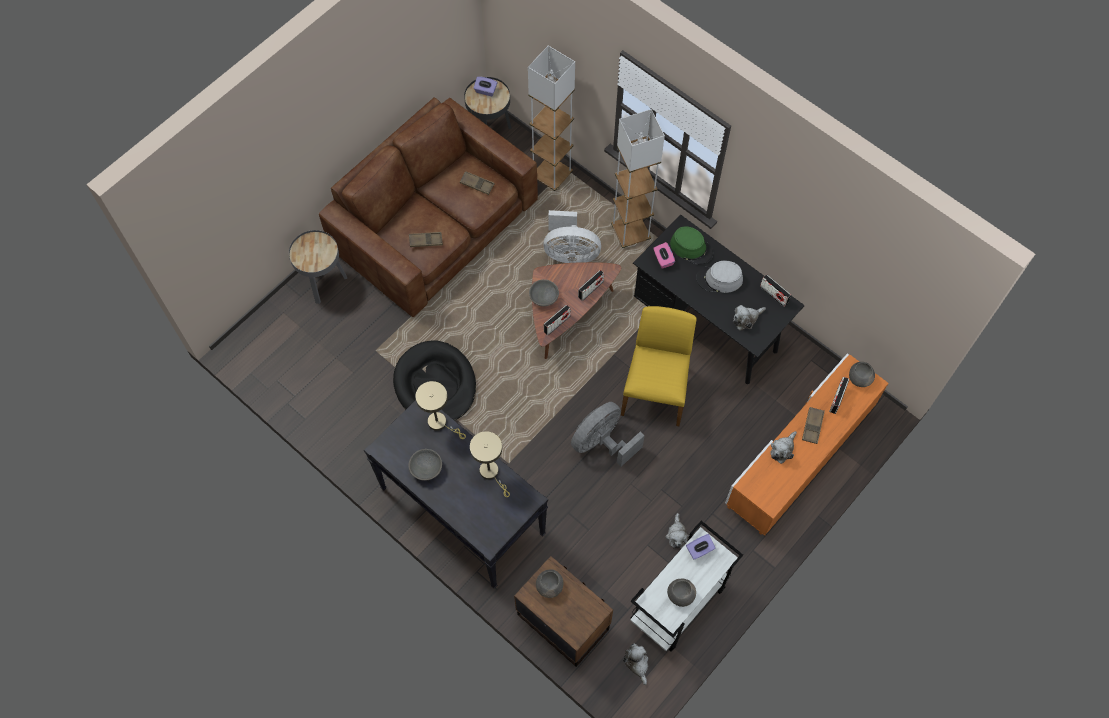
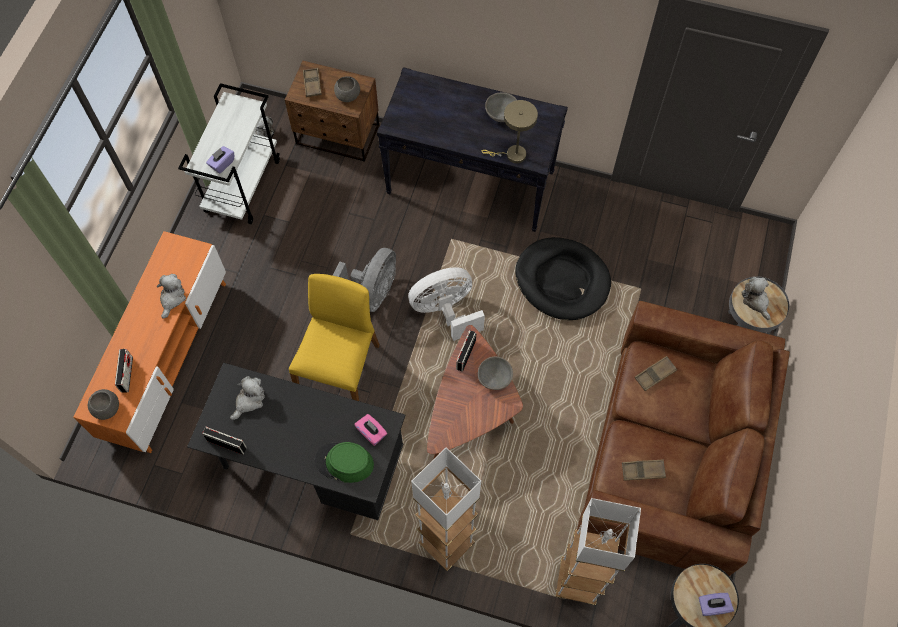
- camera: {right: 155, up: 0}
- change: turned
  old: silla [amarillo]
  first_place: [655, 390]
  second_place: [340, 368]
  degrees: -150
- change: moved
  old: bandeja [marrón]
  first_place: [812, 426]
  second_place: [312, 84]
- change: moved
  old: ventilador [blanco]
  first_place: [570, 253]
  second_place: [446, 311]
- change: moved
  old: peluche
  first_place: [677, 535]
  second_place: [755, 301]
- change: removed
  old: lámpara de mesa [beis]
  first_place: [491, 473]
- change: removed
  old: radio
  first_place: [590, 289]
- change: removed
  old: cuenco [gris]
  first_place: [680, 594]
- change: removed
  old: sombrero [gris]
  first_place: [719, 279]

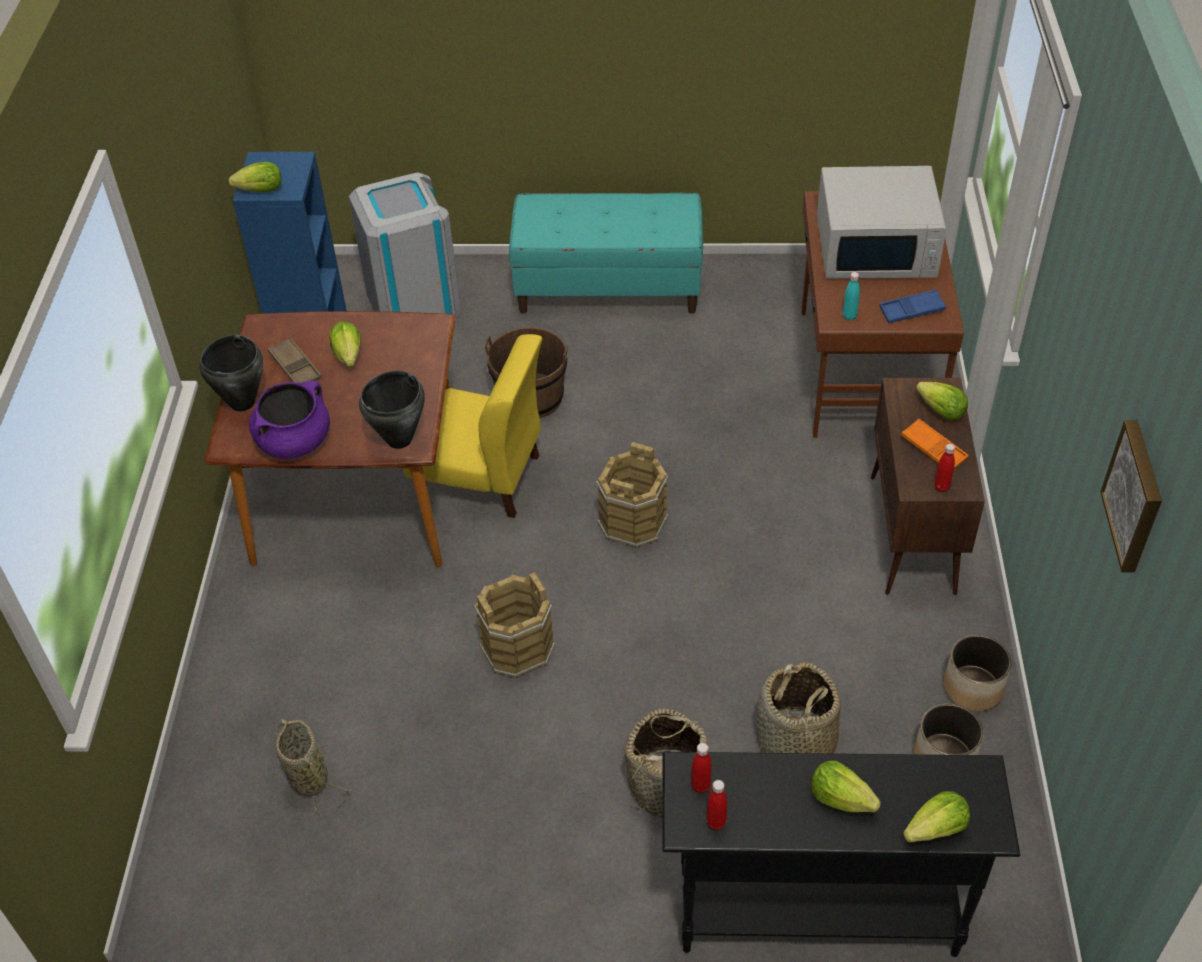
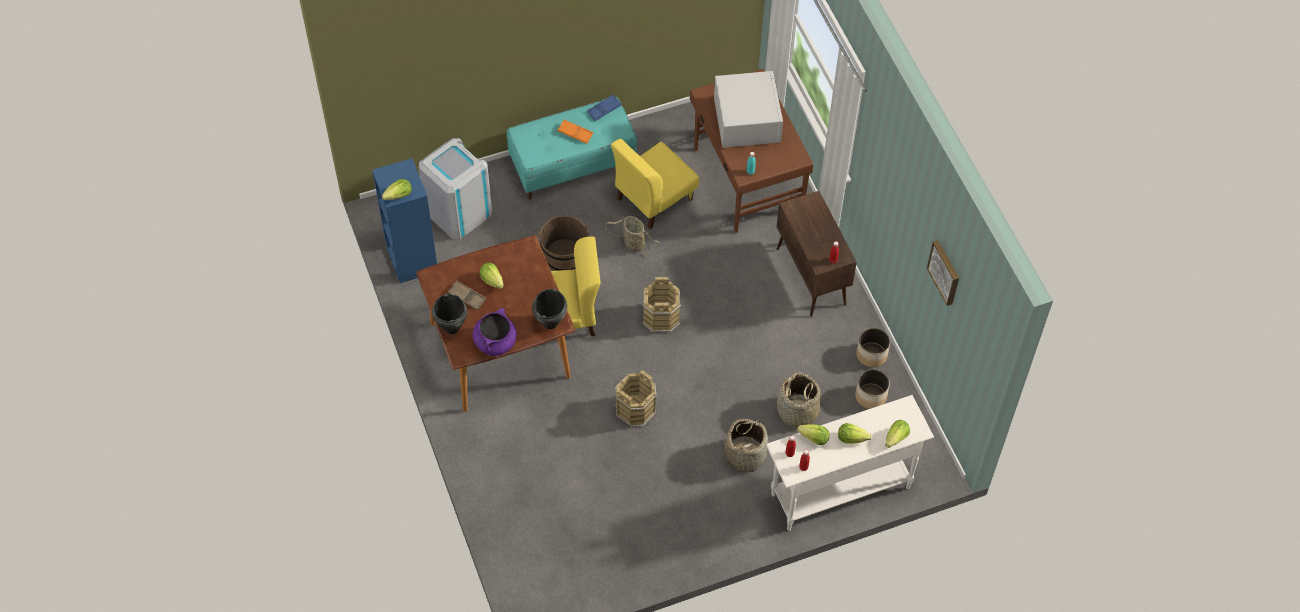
- camera: {right: -25, up: 10}
- change: moved
  old: bandeja [naranja]
  first_place: [933, 449]
  second_place: [575, 133]
- change: moved
  old: bandeja [azul]
  first_place: [911, 310]
  second_place: [604, 109]
- change: moved
  old: cesta
  first_place: [308, 776]
  second_place: [632, 243]
- change: added
  new: silla [amarillo]
  second_place: [653, 199]
- change: turned
  old: microondas [blanco]
  first_place: [876, 247]
  second_place: [747, 120]
  degrees: -75
- change: recoloured
  old: mesa consola [negro]
  new: mesa consola [blanco]
  first_place: [815, 911]
  second_place: [839, 491]
- change: moved
  old: lechuga
  first_place: [941, 411]
  second_place: [814, 439]

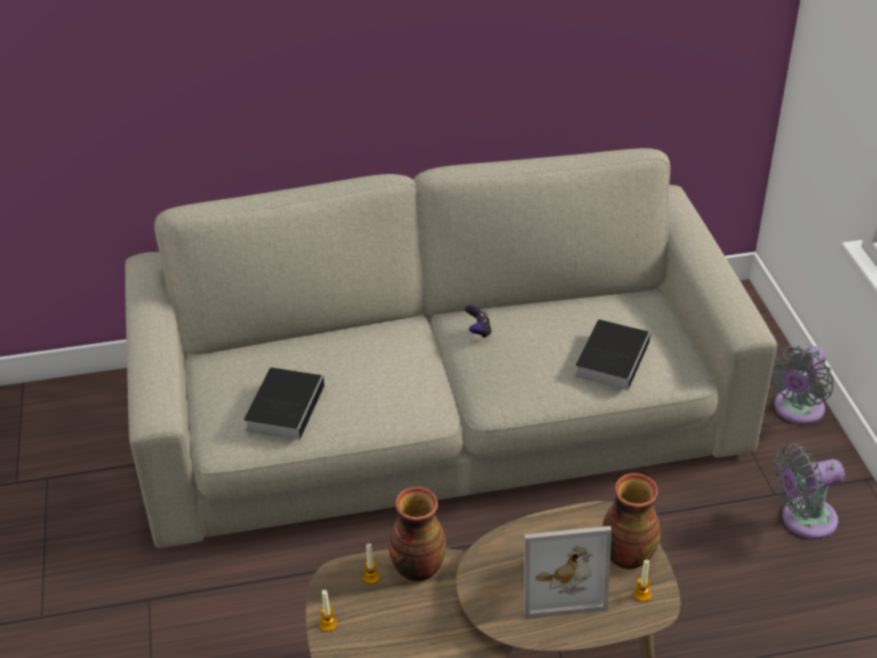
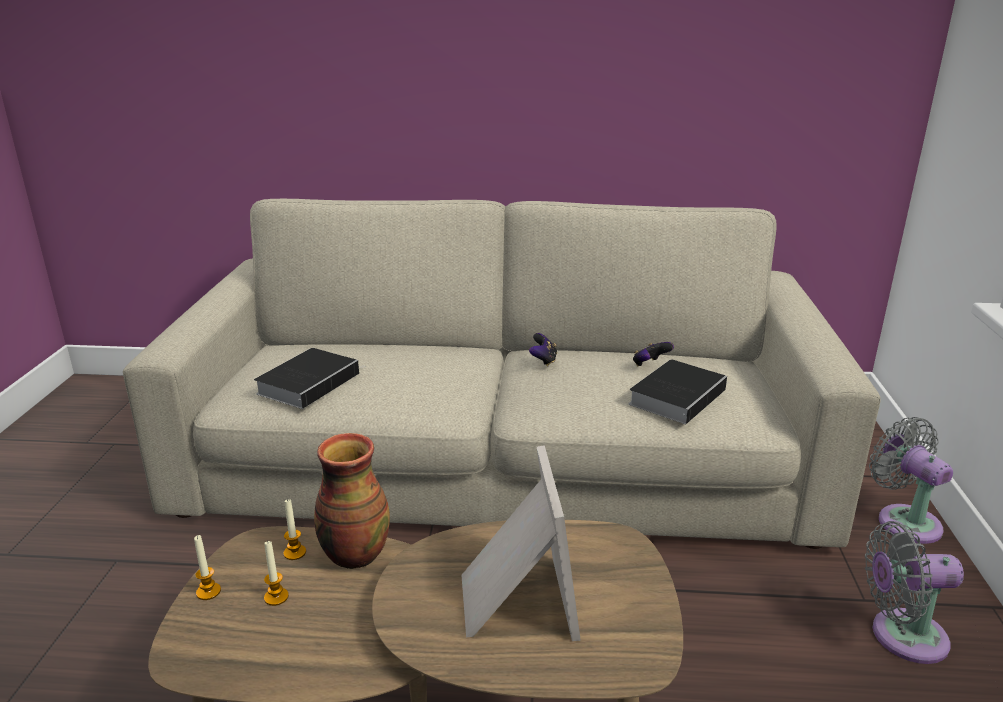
- camera: {right: 15, up: -15}
- change: moved
  old: vela
  first_place: [642, 594]
  second_place: [276, 597]
- change: turned
  old: portarretratos
  first_place: [559, 582]
  second_place: [514, 601]
  degrees: -105
- change: added
  new: mando de consola
  second_place: [650, 365]
- change: turned
  old: ventilador [gris]
  first_place: [796, 410]
  second_place: [904, 520]
  degrees: 105
- change: removed
  old: florero
  first_place: [626, 555]

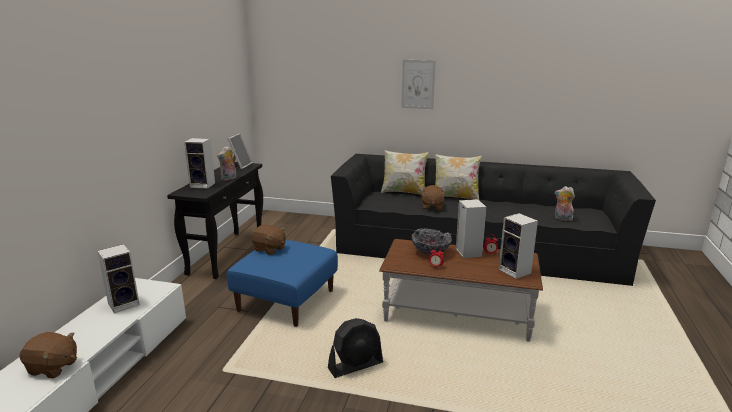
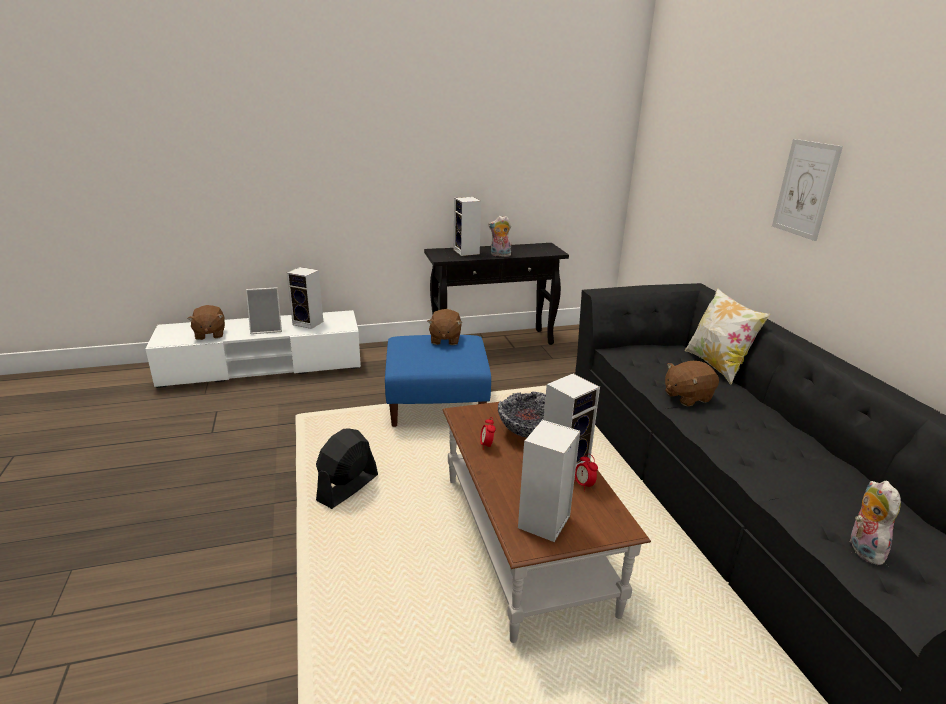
- camera: {right: 60, up: 5}
- change: moved
  old: portarretratos
  first_place: [240, 165]
  second_place: [267, 329]
- change: turned
  old: ventilador [negro]
  first_place: [355, 366]
  second_place: [347, 488]
  degrees: 90
- change: removed
  old: cojín
  first_place: [455, 197]

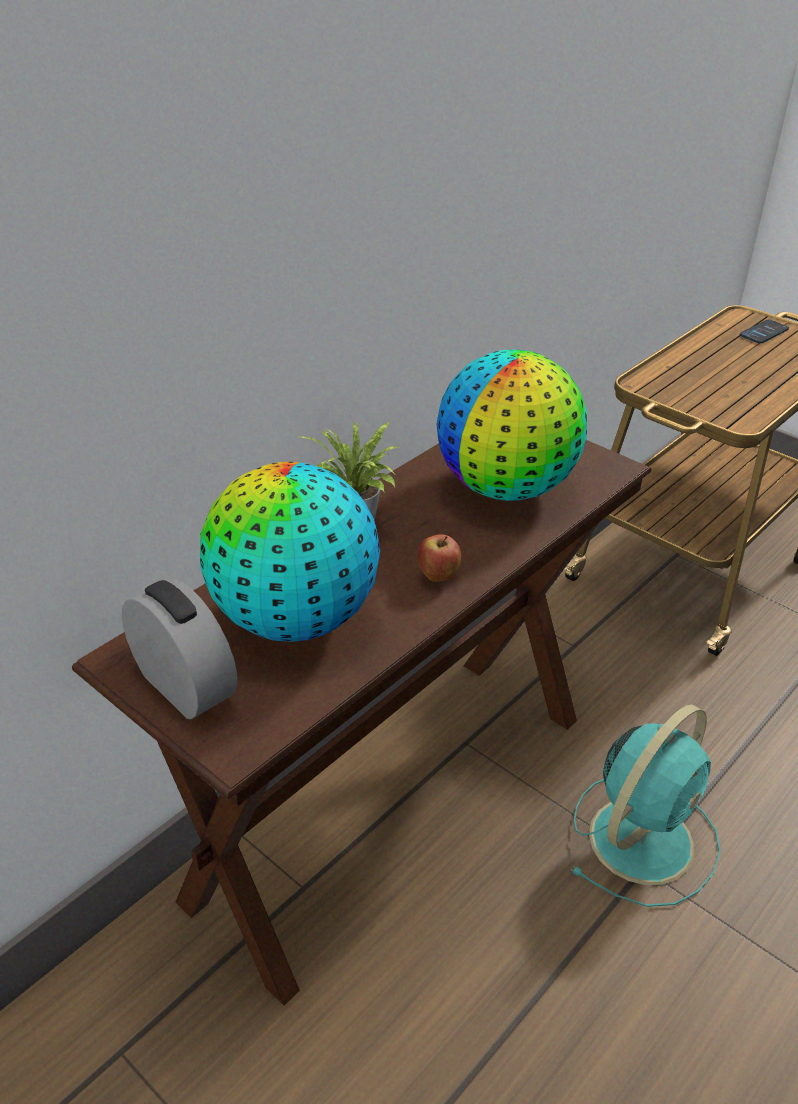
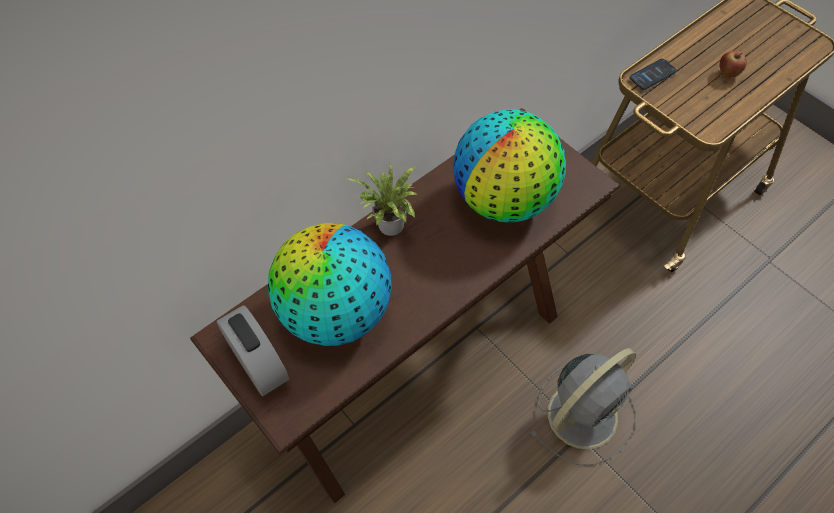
- camera: {right: 10, up: 20}
- change: recoloured
  old: ventilador [turquesa]
  new: ventilador [gris]
  first_place: [644, 837]
  second_place: [584, 413]
- change: moved
  old: móvil
  first_place: [764, 332]
  second_place: [652, 75]
- change: moved
  old: manzana
  first_place: [438, 576]
  second_place: [728, 74]

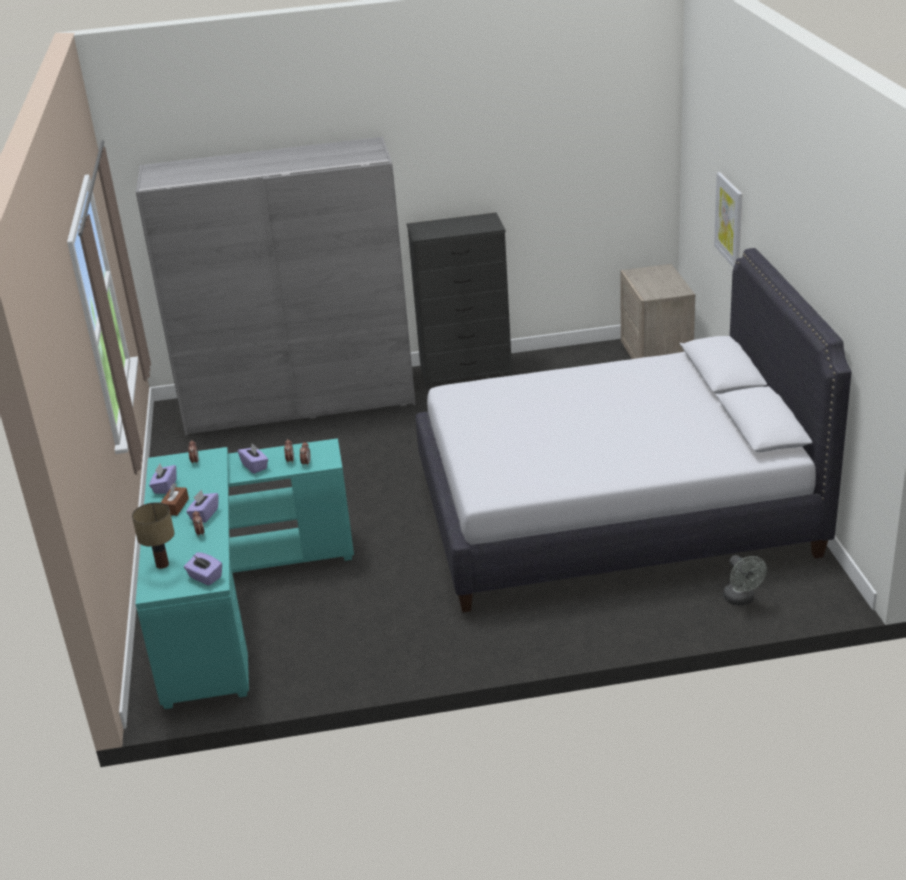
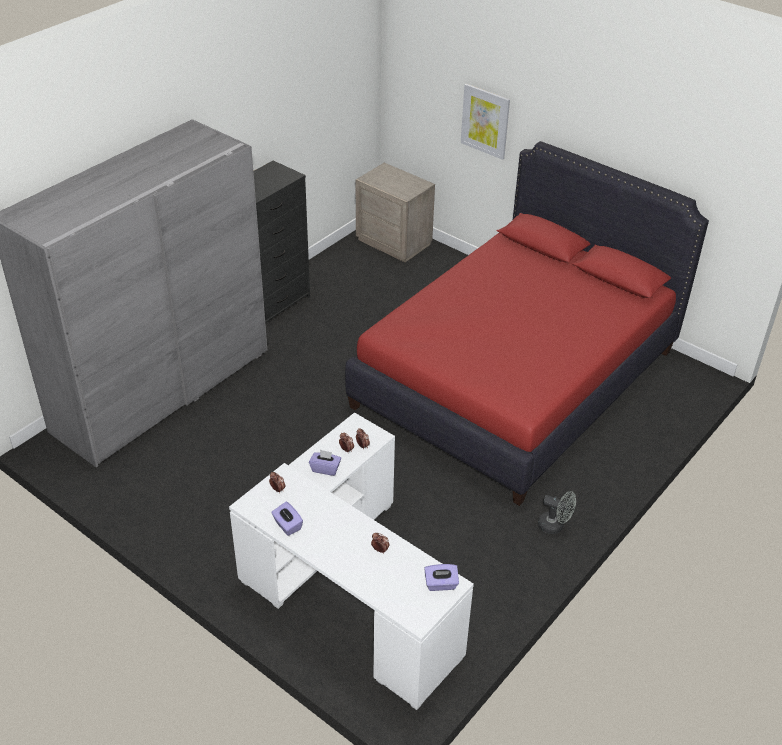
- camera: {right: -45, up: 10}
- change: recoloured
  old: escritorio [turquesa]
  new: escritorio [blanco]
  first_place: [232, 601]
  second_place: [346, 591]
- change: recoloured
  old: cama [blanco]
  new: cama [rojo]
  first_place: [613, 511]
  second_place: [515, 378]
- change: moved
  old: ventilador [gris]
  first_place: [741, 600]
  second_place: [555, 526]
- change: removed
  old: lámpara de mesa
  first_place: [163, 565]
- change: removed
  old: caja de pañuelos [marrón]
  first_place: [175, 506]
- change: removed
  old: caja de pañuelos [morado]
  first_place: [204, 515]

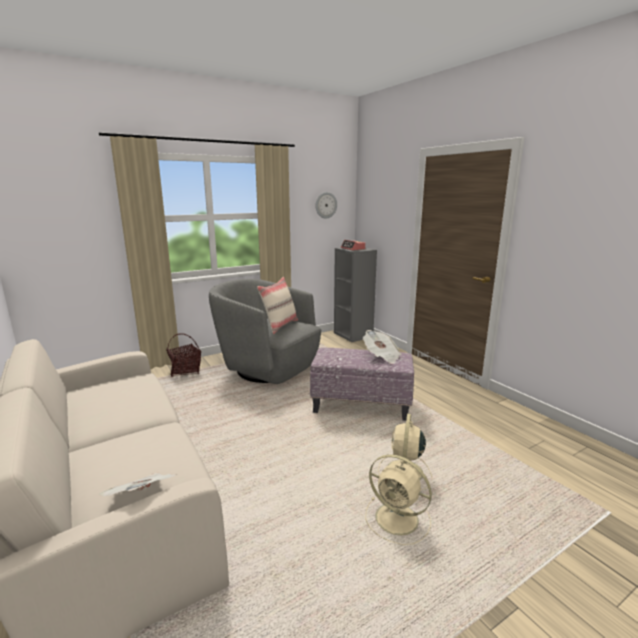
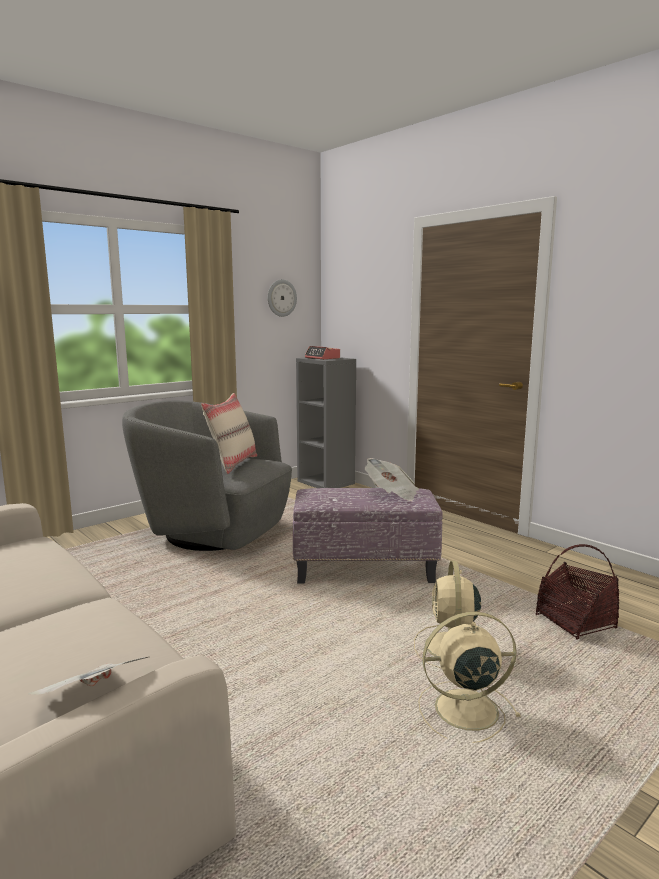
- camera: {right: -10, up: -5}
- change: turned
  old: ventilador [beis]
  first_place: [398, 519]
  second_place: [463, 710]
  degrees: 150
- change: moved
  old: cesta
  first_place: [186, 371]
  second_place: [576, 622]

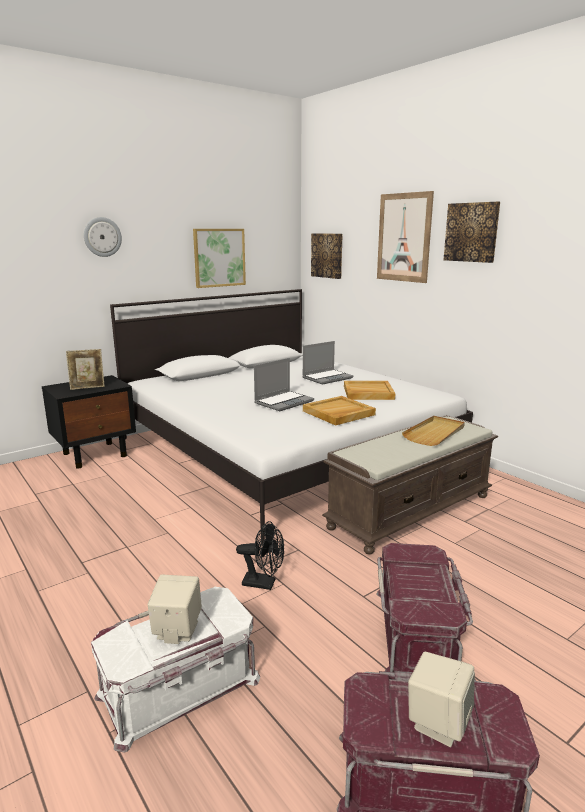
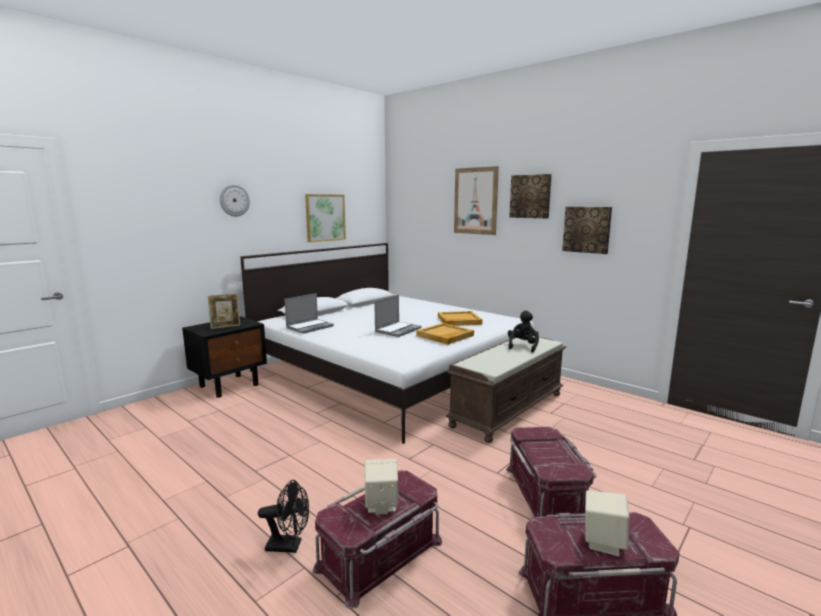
- camera: {right: -10, up: -5}
- change: moved
  old: ventilador [negro]
  first_place: [264, 583]
  second_place: [289, 545]
- change: moved
  old: portátil
  first_place: [327, 378]
  second_place: [310, 327]
- change: recoloured
  old: caja de almacenaje [blanco]
  new: caja de almacenaje [rojo]
  first_place: [179, 688]
  second_place: [381, 555]
- change: replaced
  old: bandeja [beis]
  new: peluche [negro]
  first_place: [435, 433]
  second_place: [522, 346]
- change: moved
  old: cuadro
  first_place: [327, 255]
  second_place: [587, 229]

